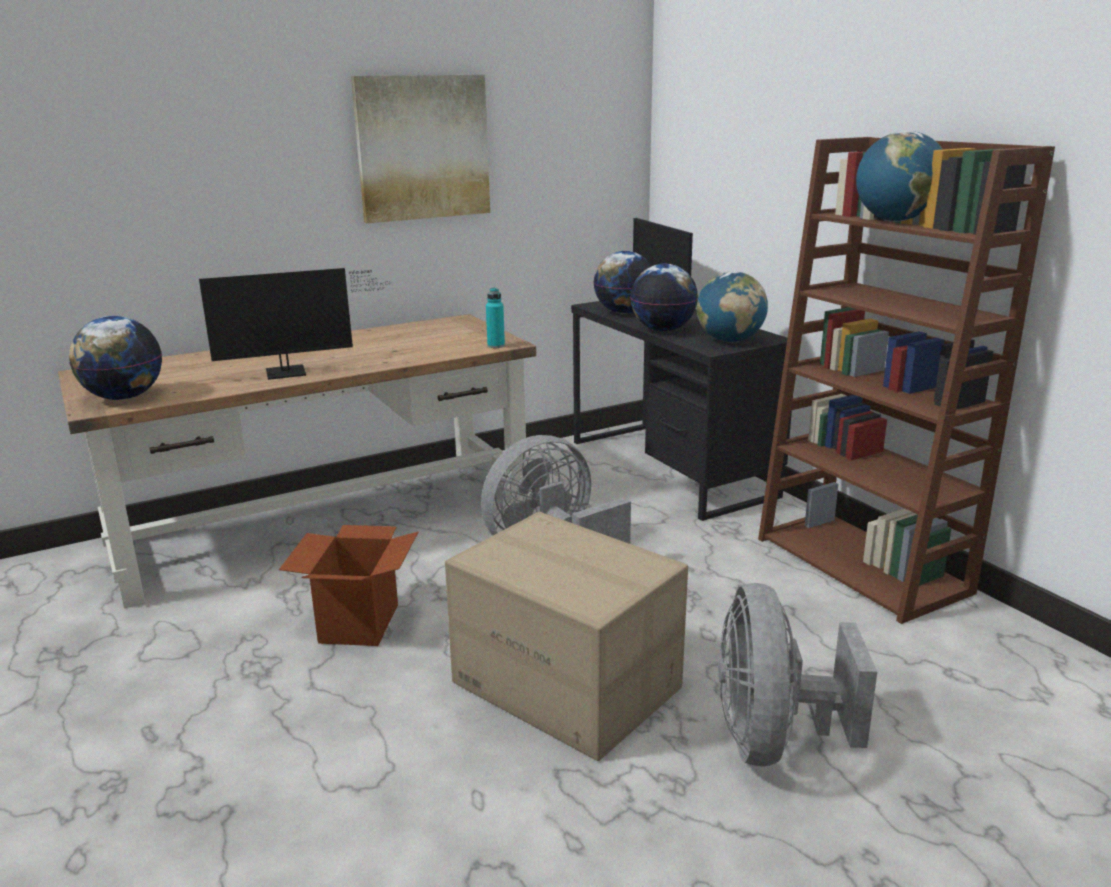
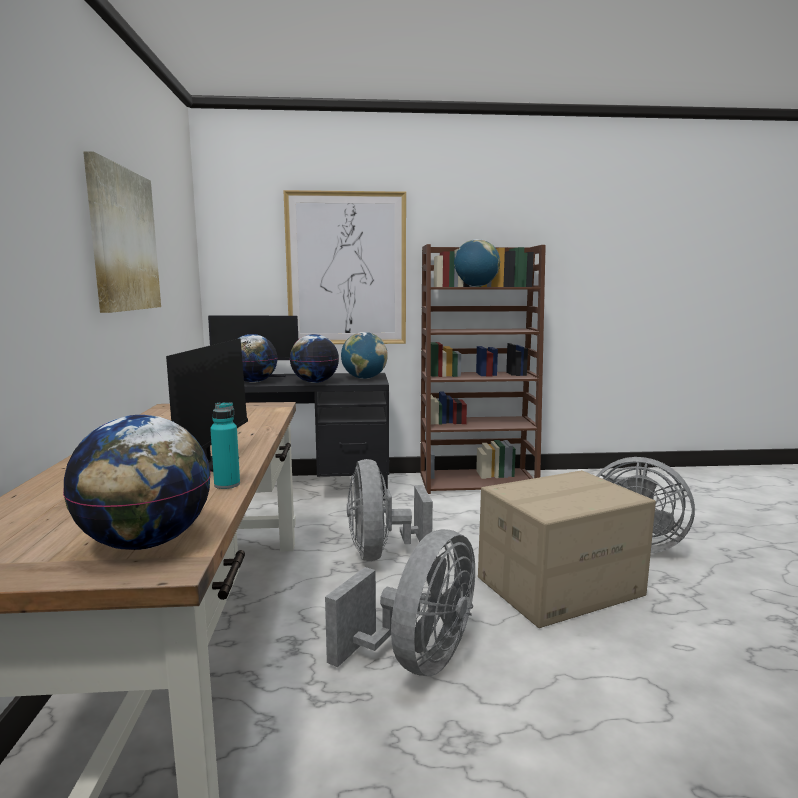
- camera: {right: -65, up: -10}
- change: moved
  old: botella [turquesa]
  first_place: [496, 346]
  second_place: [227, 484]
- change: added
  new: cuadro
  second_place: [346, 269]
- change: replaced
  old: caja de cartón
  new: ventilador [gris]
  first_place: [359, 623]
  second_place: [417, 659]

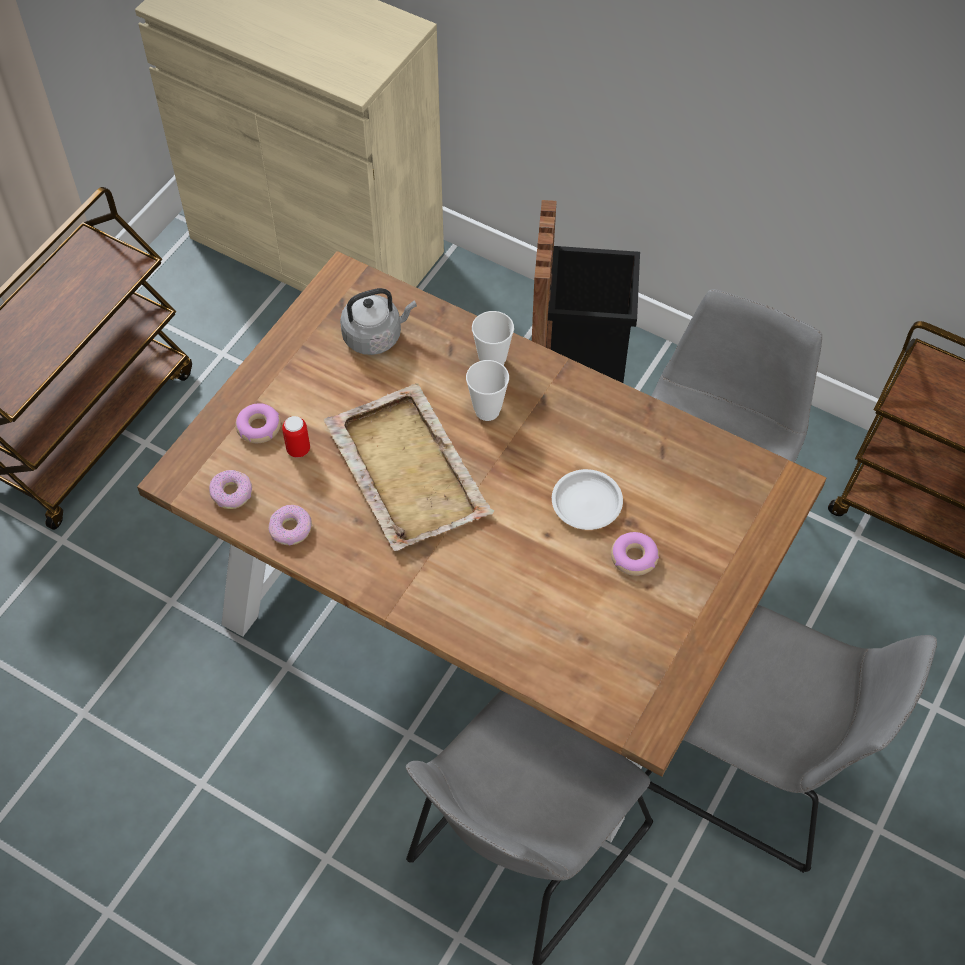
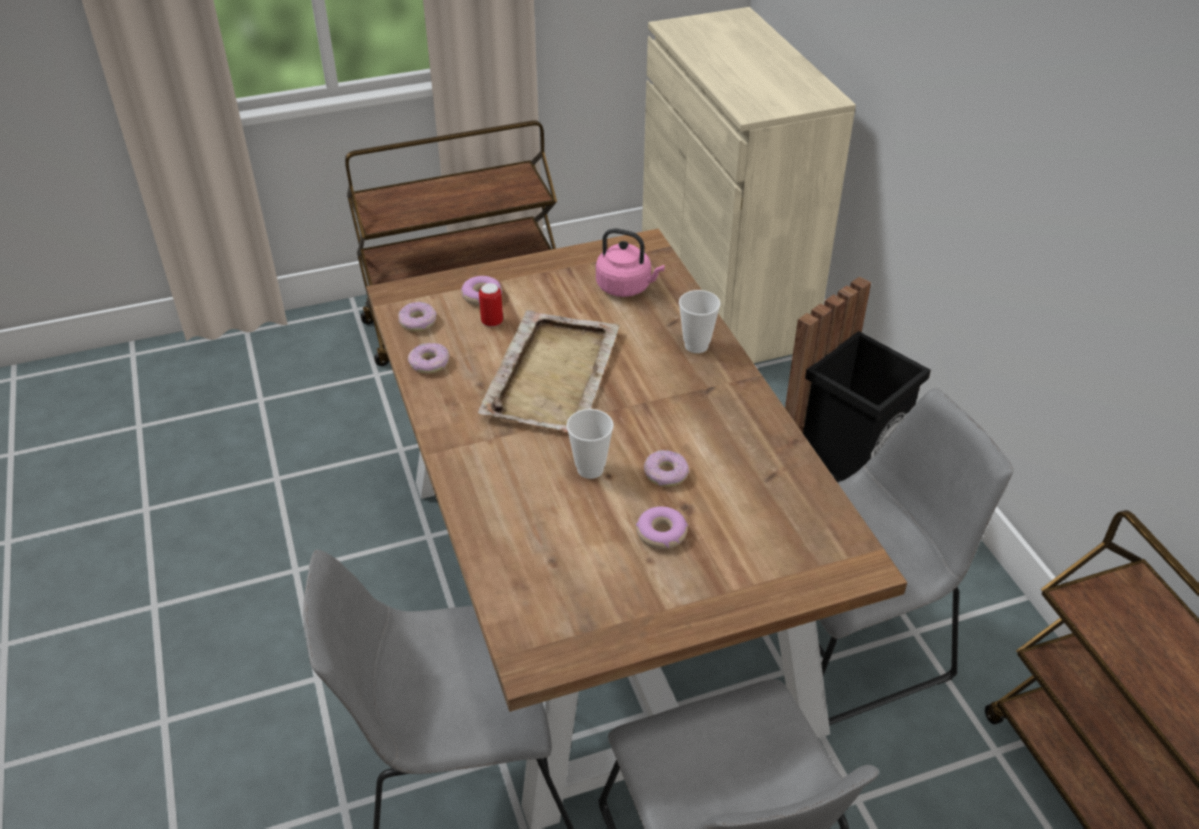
- camera: {right: 40, up: -15}
- change: moved
  old: taza
  first_place: [487, 410]
  second_place: [590, 469]
- change: recoloured
  old: hervidor [gris]
  new: hervidor [rosa]
  first_place: [375, 336]
  second_place: [626, 287]
- change: replaced
  old: plato [blanco]
  new: rosquilla
  first_place: [587, 503]
  second_place: [665, 474]

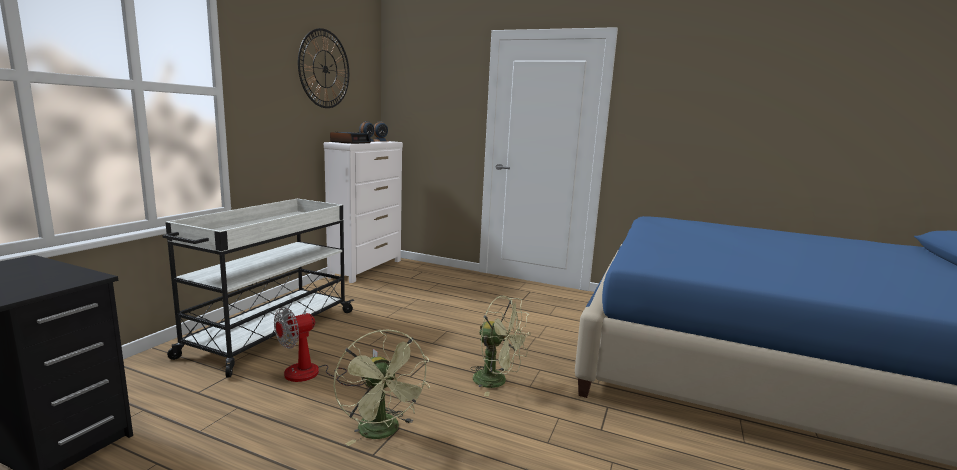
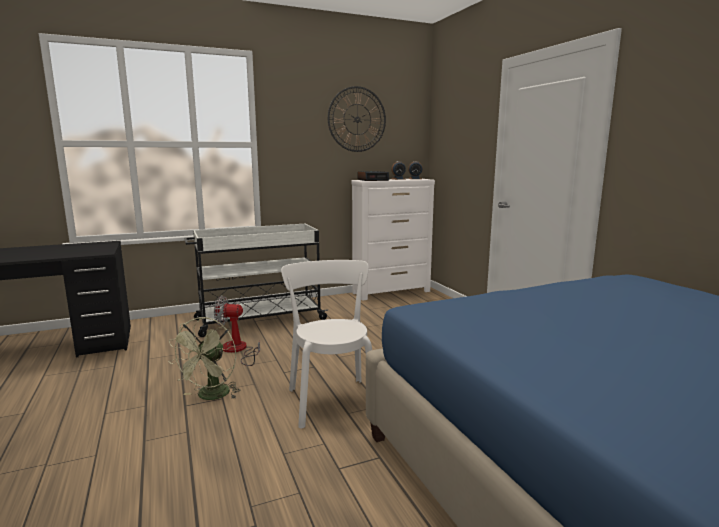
- camera: {right: 45, up: 0}
- change: replaced
  old: ventilador [verde]
  new: silla [blanco]
  first_place: [497, 381]
  second_place: [331, 399]

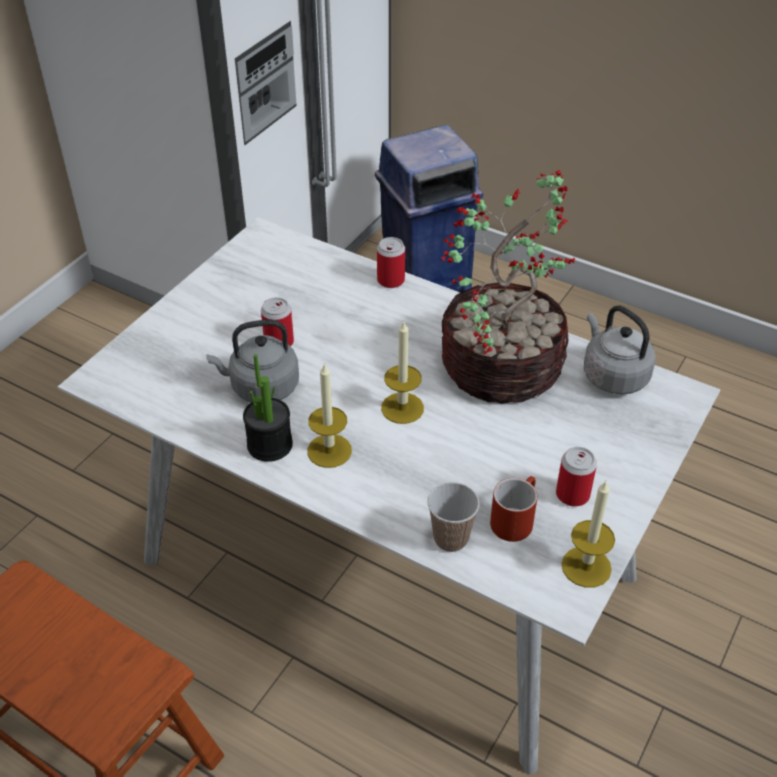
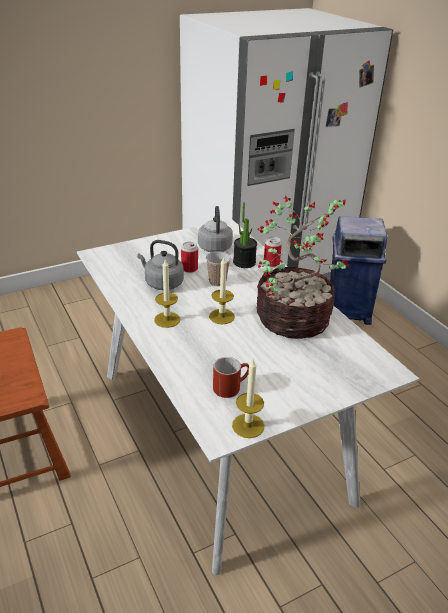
- camera: {right: 30, up: -10}
- change: moved
  old: hervidor [gris]
  first_place: [612, 375]
  second_place: [215, 246]
- change: moved
  old: taza
  first_place: [451, 538]
  second_place: [217, 282]
- change: moved
  old: planta en maceta
  first_place: [270, 445]
  second_place: [244, 262]
- change: removed
  old: lata
  first_place: [572, 494]

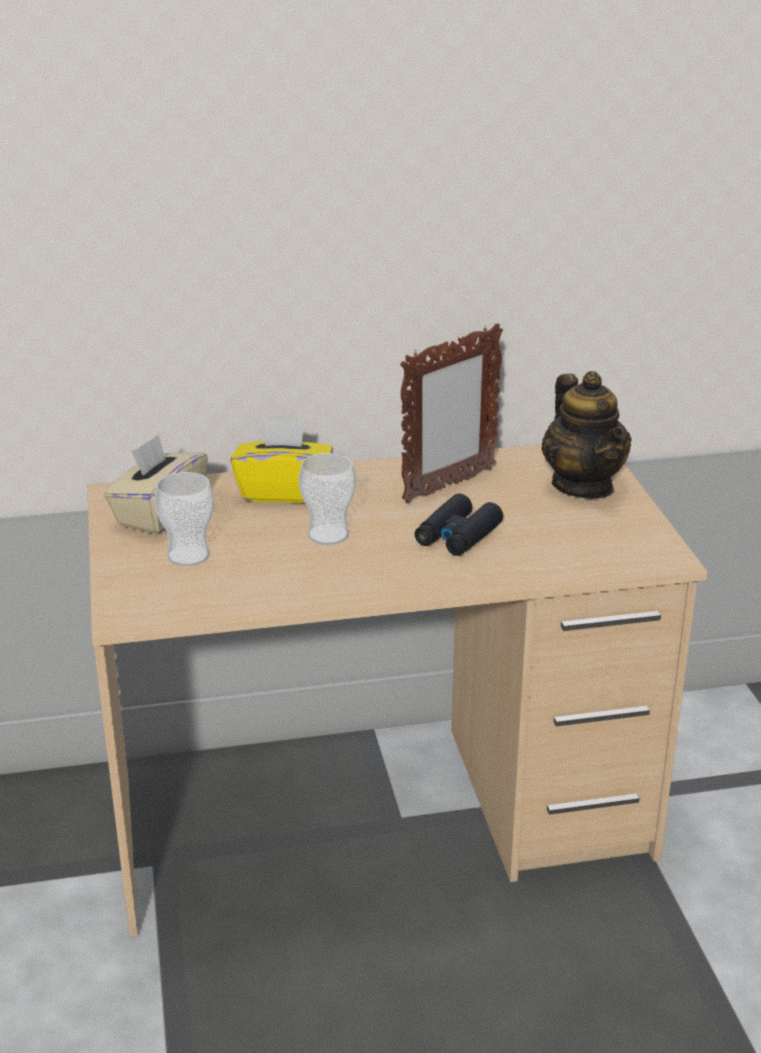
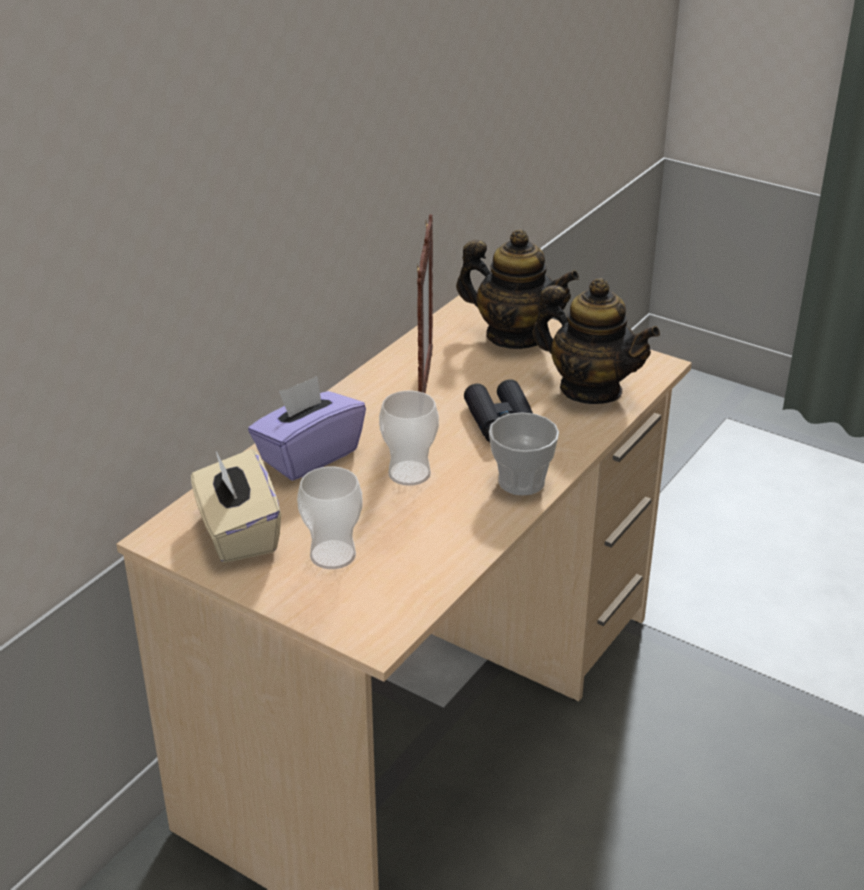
- camera: {right: -45, up: 5}
- change: recoloured
  old: caja de pañuelos [amarillo]
  new: caja de pañuelos [morado]
  first_place: [284, 491]
  second_place: [308, 455]
- change: added
  new: taza
  second_place: [521, 482]
- change: added
  new: tetera
  second_place: [590, 390]

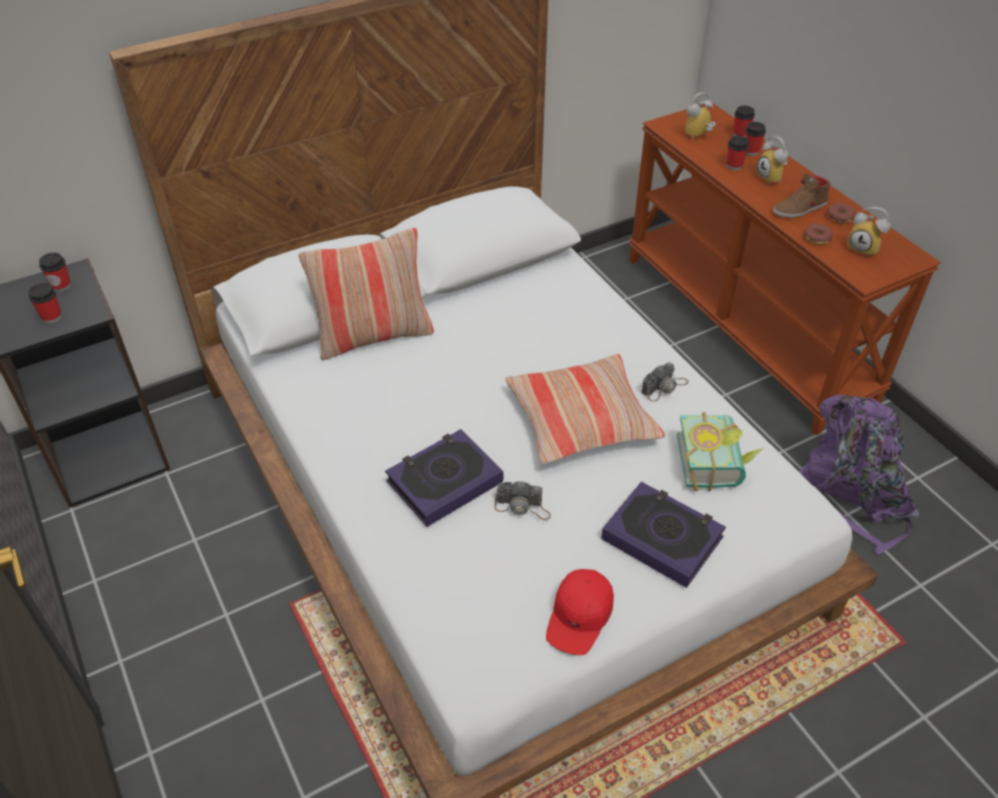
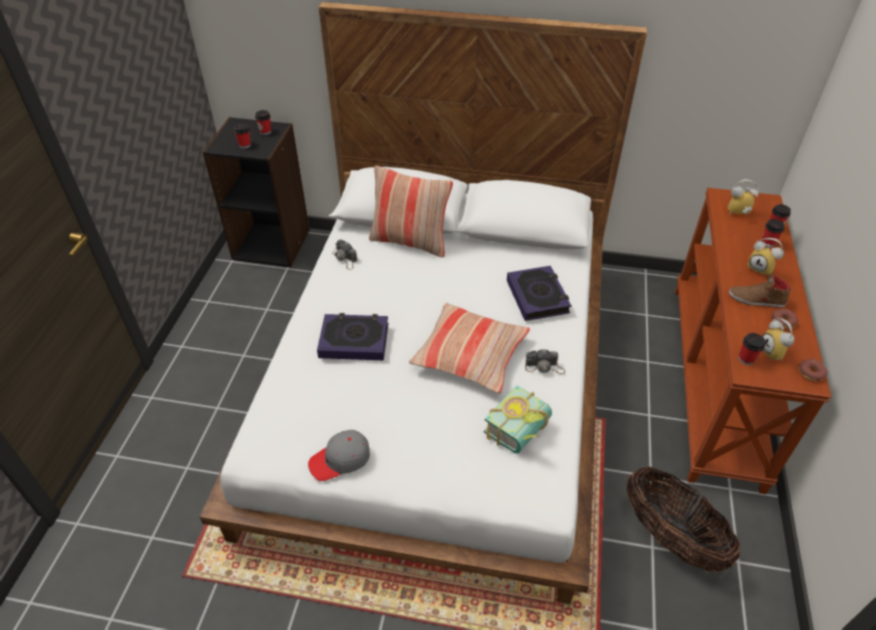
- camera: {right: 40, up: 0}
- change: recoloured
  old: gorra [rojo]
  new: gorra [gris]
  first_place: [579, 617]
  second_place: [340, 460]
- change: moved
  old: cámara
  first_place: [522, 507]
  second_place: [345, 258]
- change: moved
  old: libro
  first_place: [662, 538]
  second_place: [537, 297]
- change: replaced
  old: mochila [morado]
  new: cesta
  first_place: [851, 493]
  second_place: [671, 536]
- change: moved
  old: taza
  first_place: [734, 166]
  second_place: [746, 359]
- change: turned
  old: despertador
  first_place: [772, 178]
  second_place: [761, 268]
  degrees: -60
- change: moved
  old: rosquilla
  first_place: [817, 238]
  second_place: [811, 373]

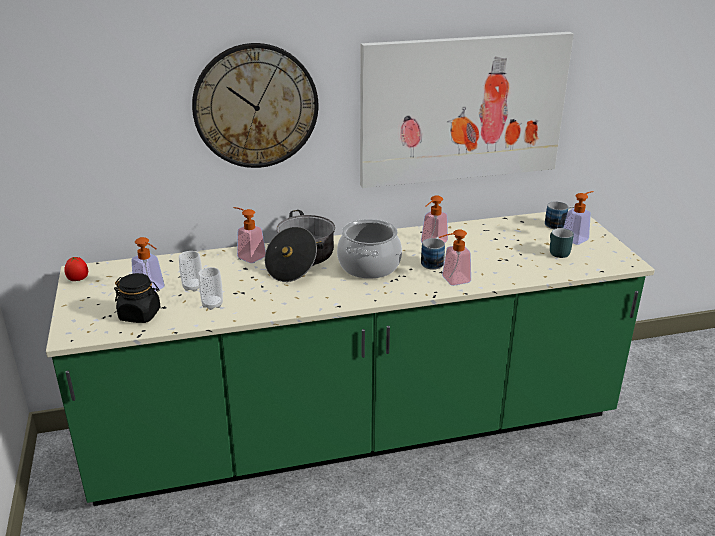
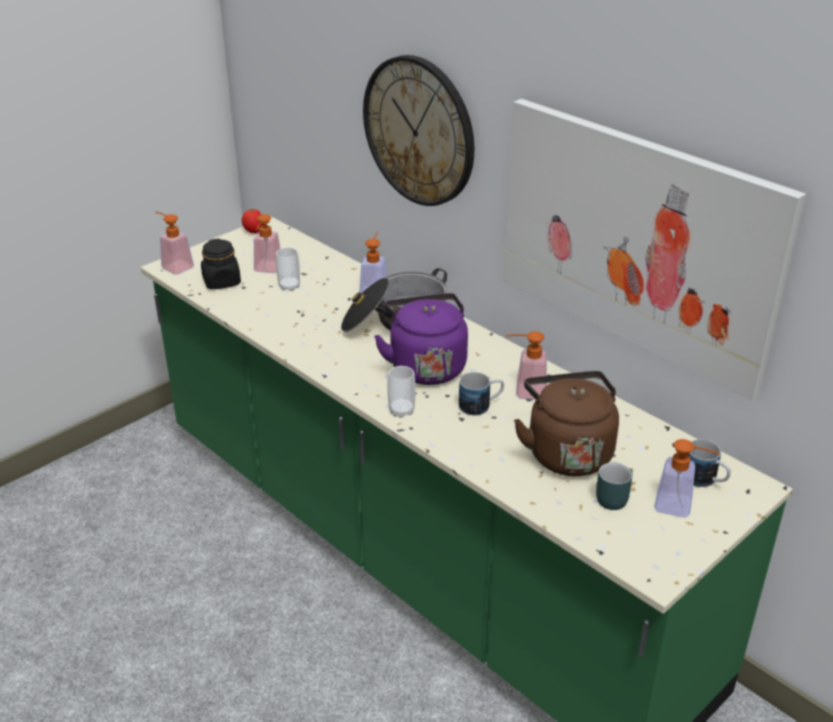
- camera: {right: 60, up: 5}
- change: moved
  old: dispensador de jabón
  first_place: [451, 280]
  second_place: [174, 266]
- change: replaced
  old: olla
  new: hervidor [morado]
  first_place: [368, 266]
  second_place: [426, 366]
- change: moved
  old: taza
  first_place: [212, 305]
  second_place: [401, 410]
- change: added
  new: hervidor [marrón]
  second_place: [567, 452]

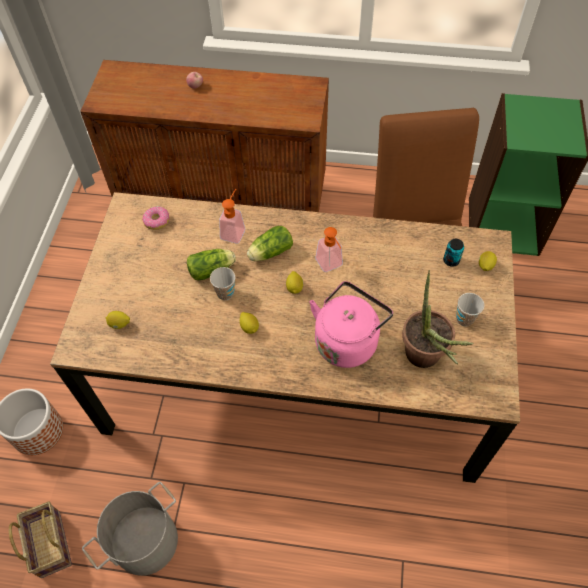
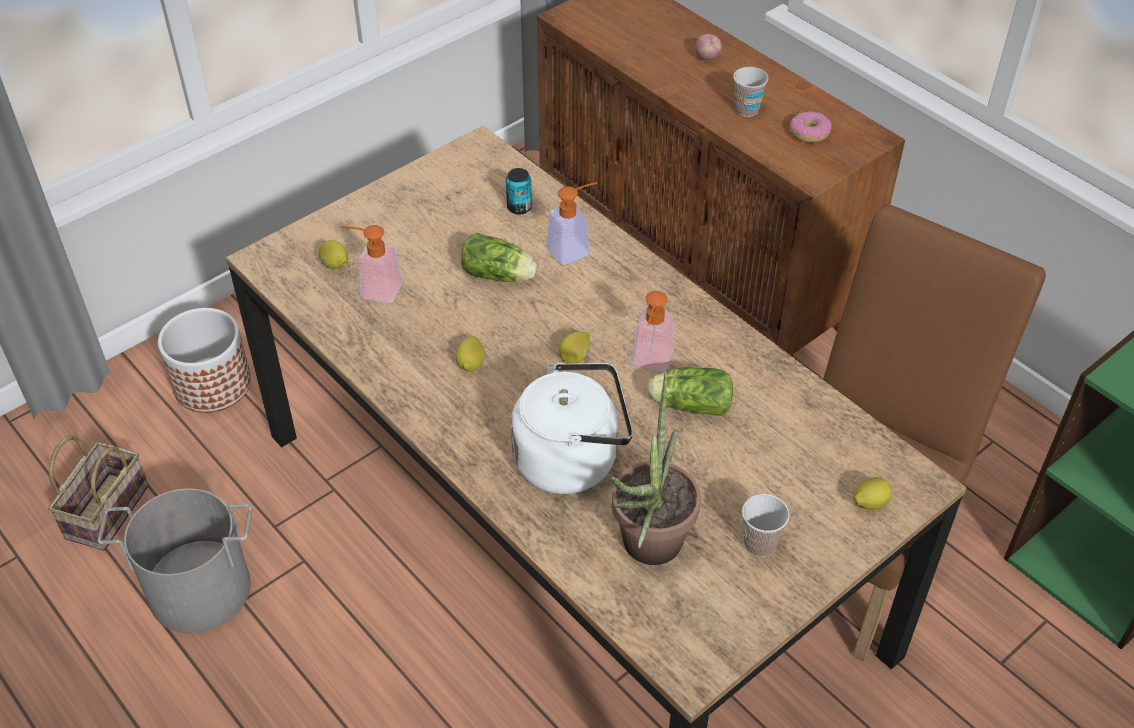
- camera: {right: 40, up: -10}
- change: added
  new: dispensador de jabón
  second_place: [374, 289]
- change: moved
  old: lata
  first_place: [451, 260]
  second_place: [519, 207]
- change: recoloured
  old: hervidor [rosa]
  new: hervidor [blanco]
  first_place: [347, 340]
  second_place: [572, 459]
- change: moved
  old: lechuga
  first_place: [269, 253]
  second_place: [688, 405]
- change: moved
  old: taza
  first_place: [225, 293]
  second_place: [746, 110]
- change: moved
  old: rosquilla
  first_place: [157, 221]
  second_place: [809, 133]

